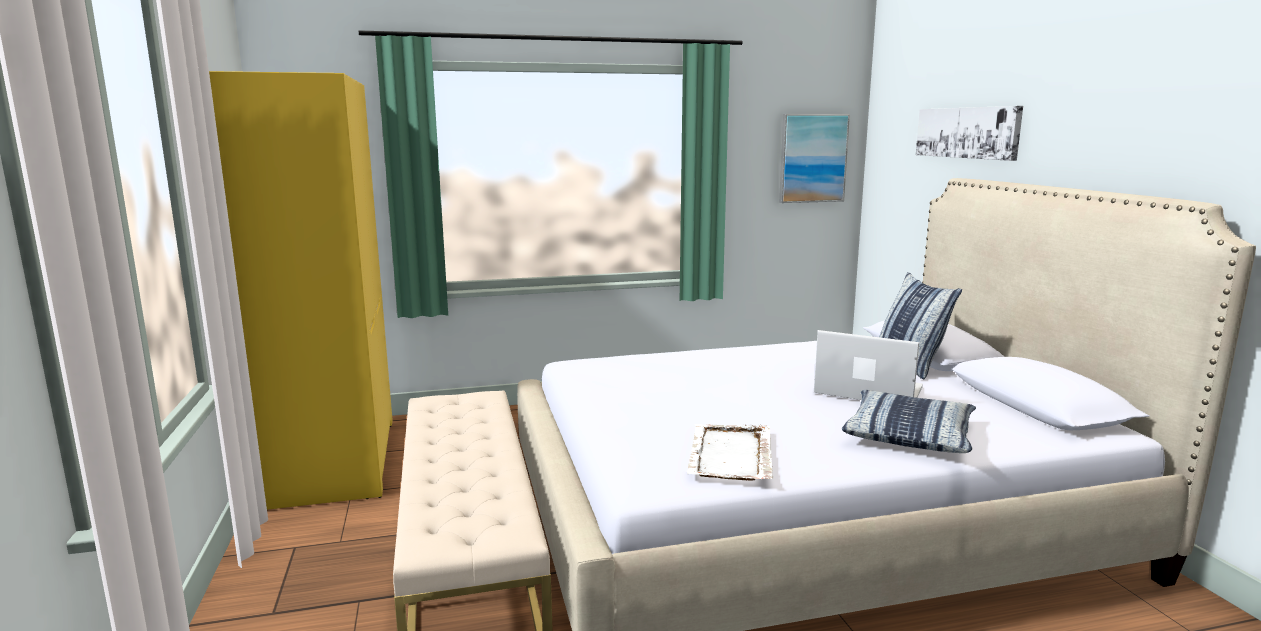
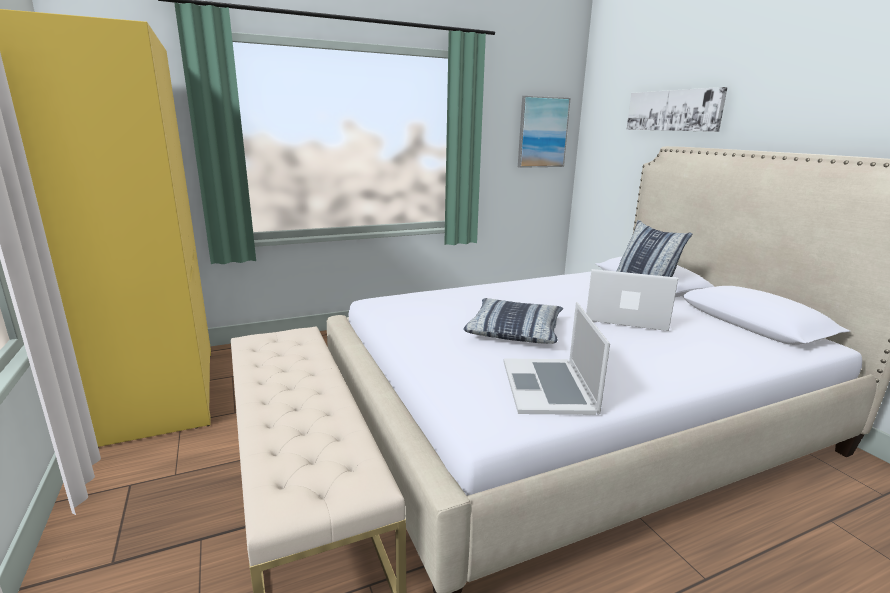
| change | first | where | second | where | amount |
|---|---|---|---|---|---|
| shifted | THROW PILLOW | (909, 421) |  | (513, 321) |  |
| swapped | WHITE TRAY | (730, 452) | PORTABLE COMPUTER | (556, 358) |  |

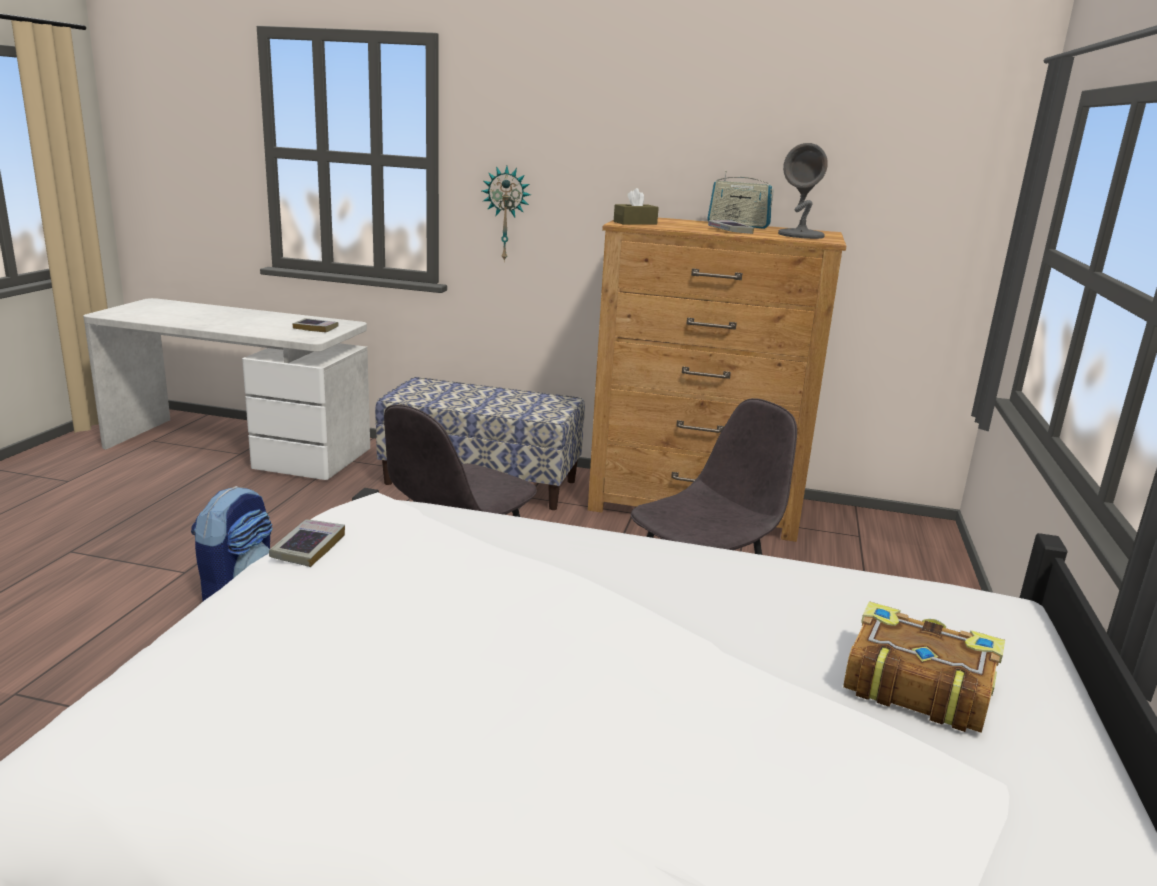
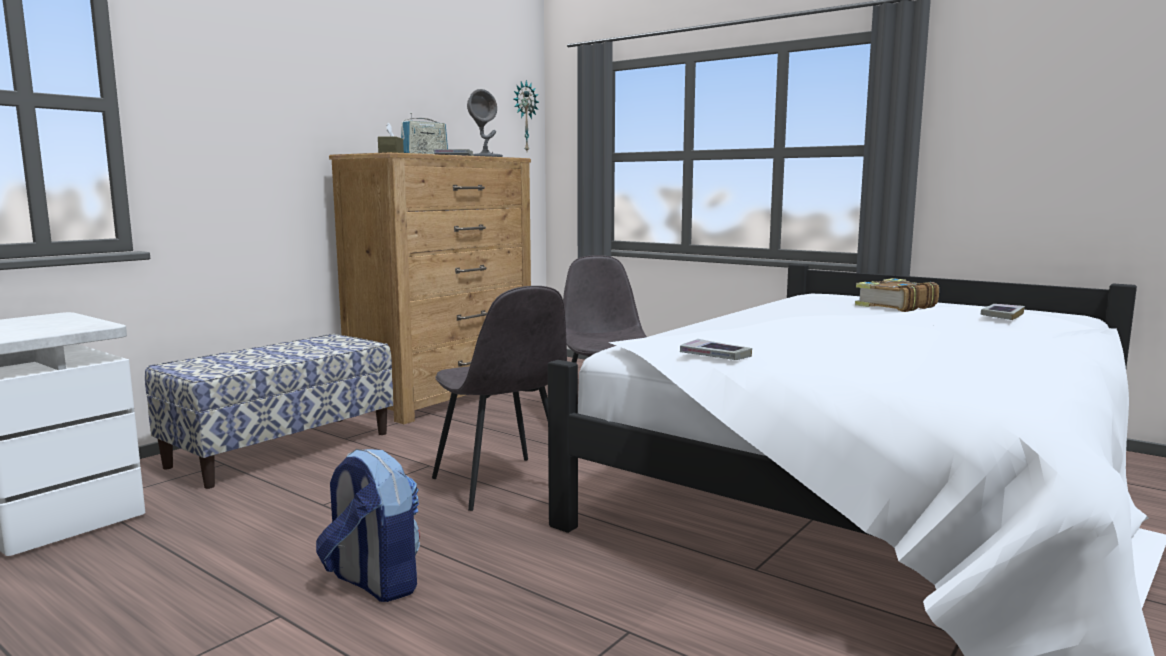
| change | first | where | second | where | amount |
|---|---|---|---|---|---|
| shifted | BOOK | (316, 325) |  | (1002, 312) |  |
| shifted | WALL CLOCK | (506, 214) |  | (526, 115) |  |

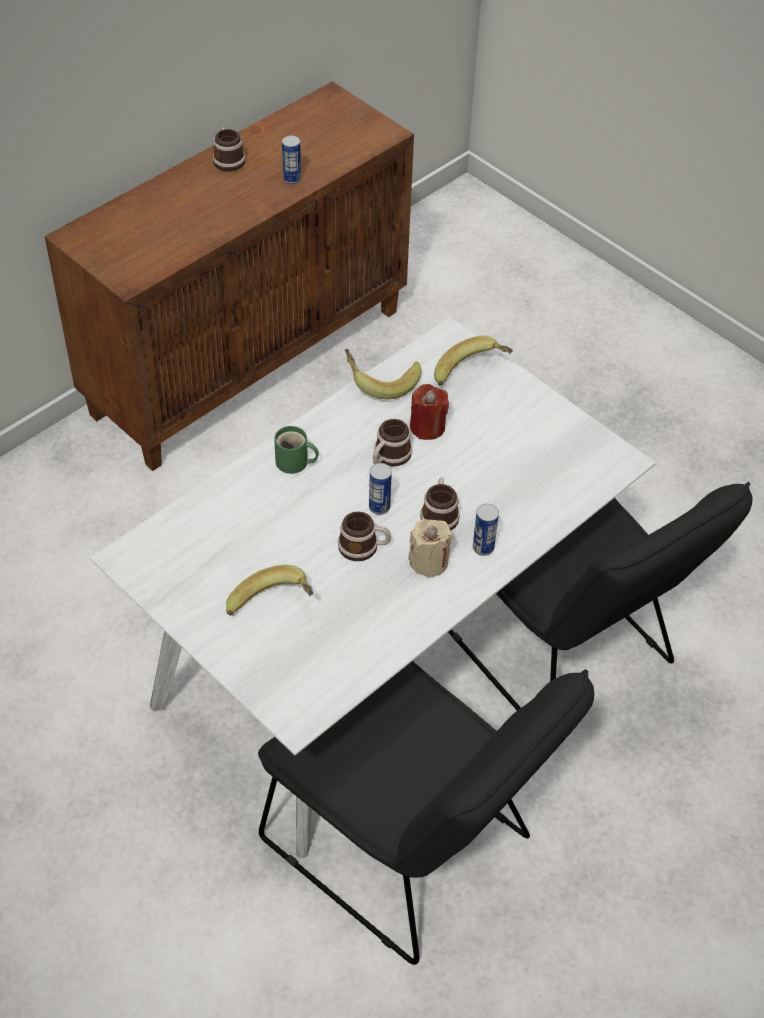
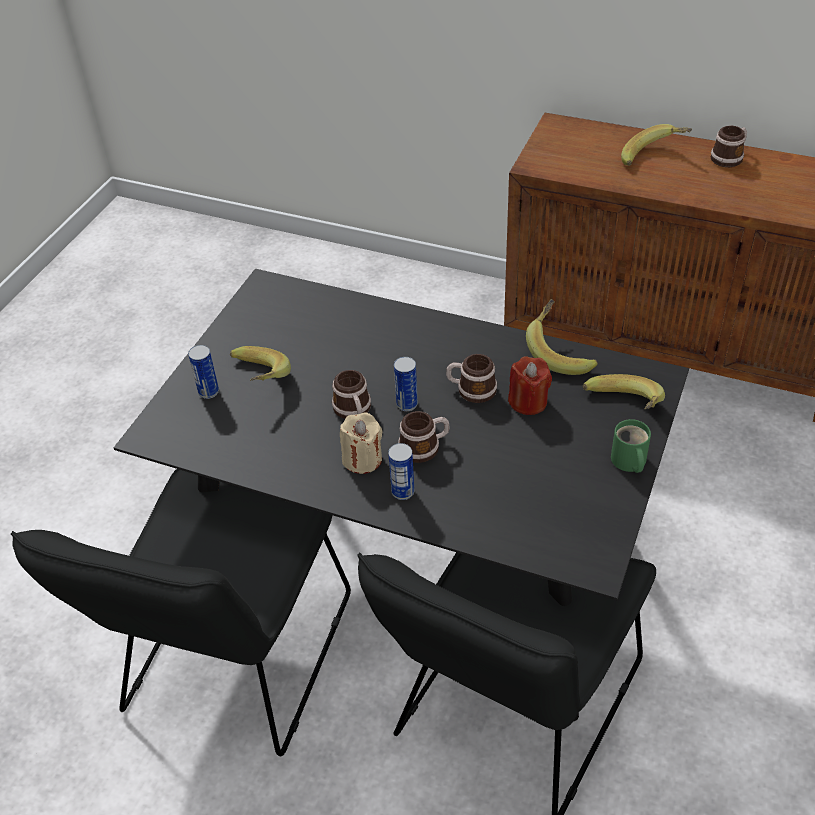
| change | first | where | second | where | amount |
|---|---|---|---|---|---|
| new |  |  | BANANA | (656, 145) |  |
| shifted | GREENISH COFFEE MUG | (296, 450) |  | (631, 446) |  |
| shifted | SEALED CAN | (291, 160) |  | (203, 372) |  |
| repainted | WHITE DINING TABLE | (373, 587) | BLACK DINING TABLE | (401, 495) |  |

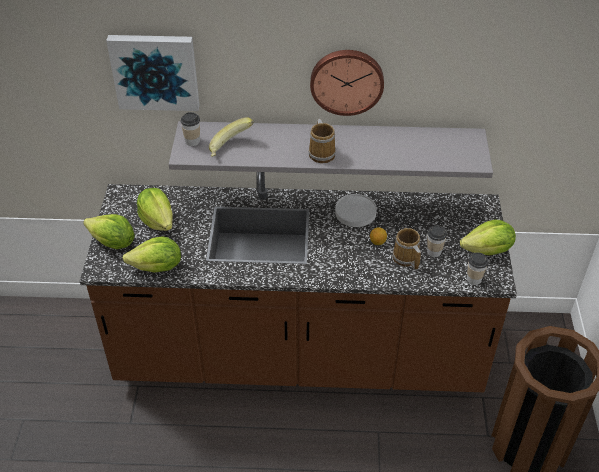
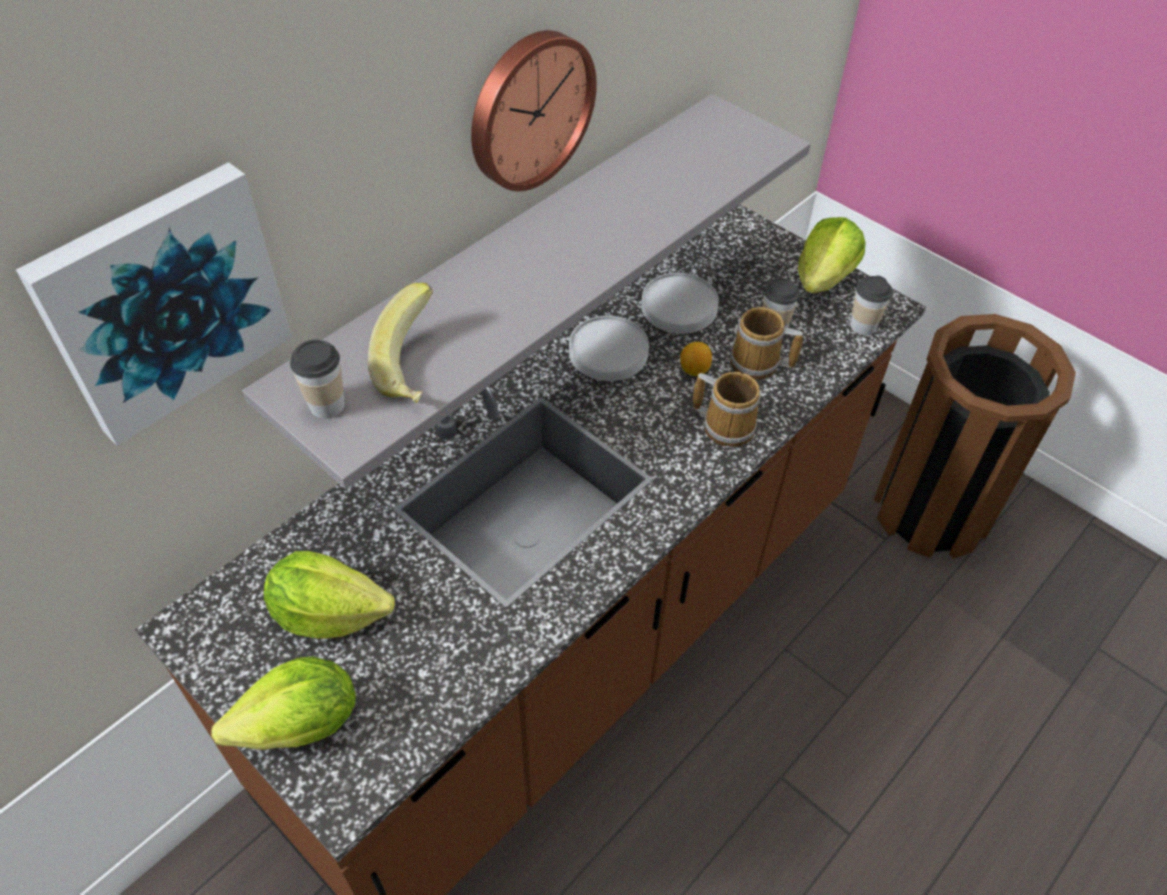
| change | first | where | second | where | amount |
|---|---|---|---|---|---|
| gone | HEAD OF LETTUCE | (152, 254) |  |  |  |
| new |  |  | WHITE DINNER PLATE | (680, 303) |  |
| shifted | COFFEE MUG | (322, 141) |  | (727, 409) |  |

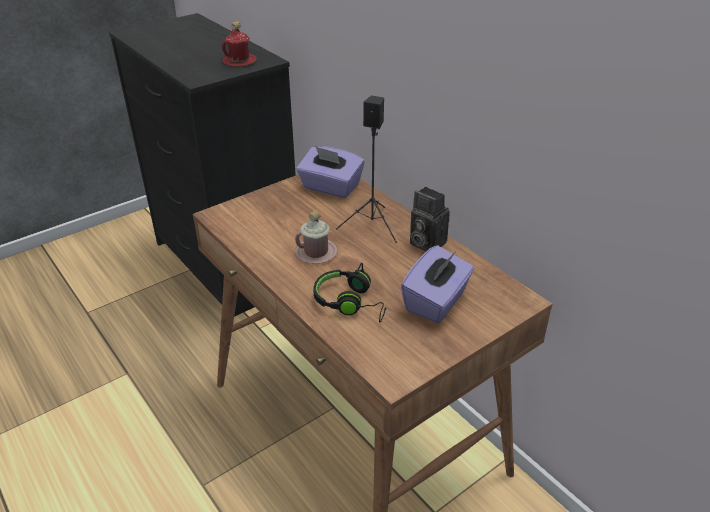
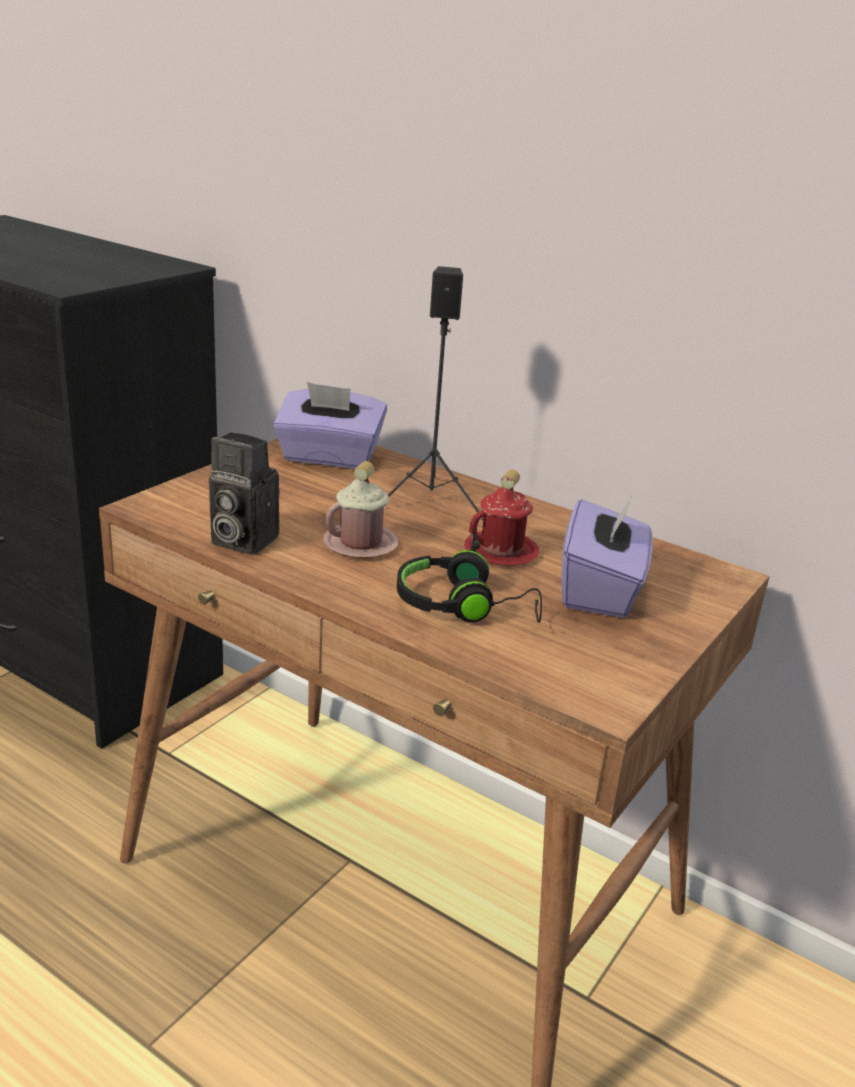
| change | first | where | second | where | amount |
|---|---|---|---|---|---|
| shifted | RED COFFEE MUG | (239, 43) |  | (502, 517) |  |
| shifted | STILL CAMERA | (430, 219) |  | (244, 493) |  |

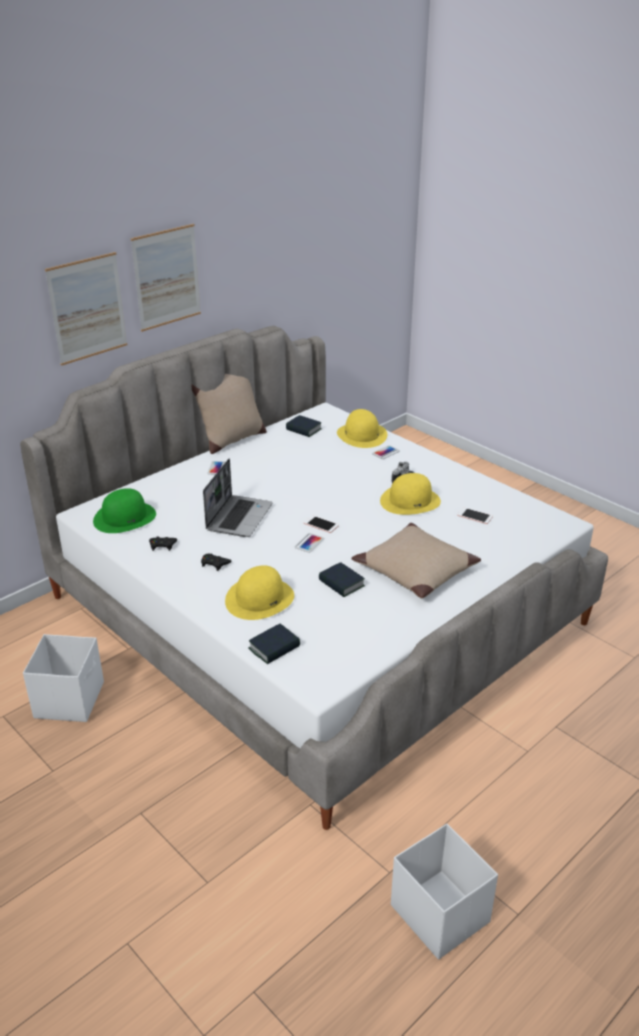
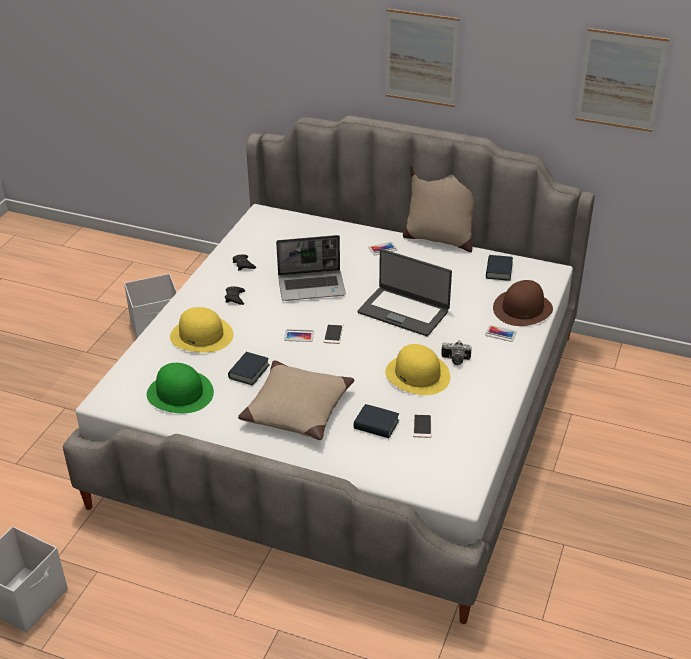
| change | first | where | second | where | amount |
|---|---|---|---|---|---|
| new |  |  | PORTABLE COMPUTER | (404, 293) |  |
| shifted | WALL PICTURE | (86, 309) |  | (622, 80) |  |
| shifted | GREENISH HAT | (124, 510) |  | (180, 388) |  |
| shifted | BOOK | (274, 644) |  | (376, 421) |  |
| repainted | YELLOW-COLOURED HAT | (362, 428) | BROWN HAT | (523, 303) |  |

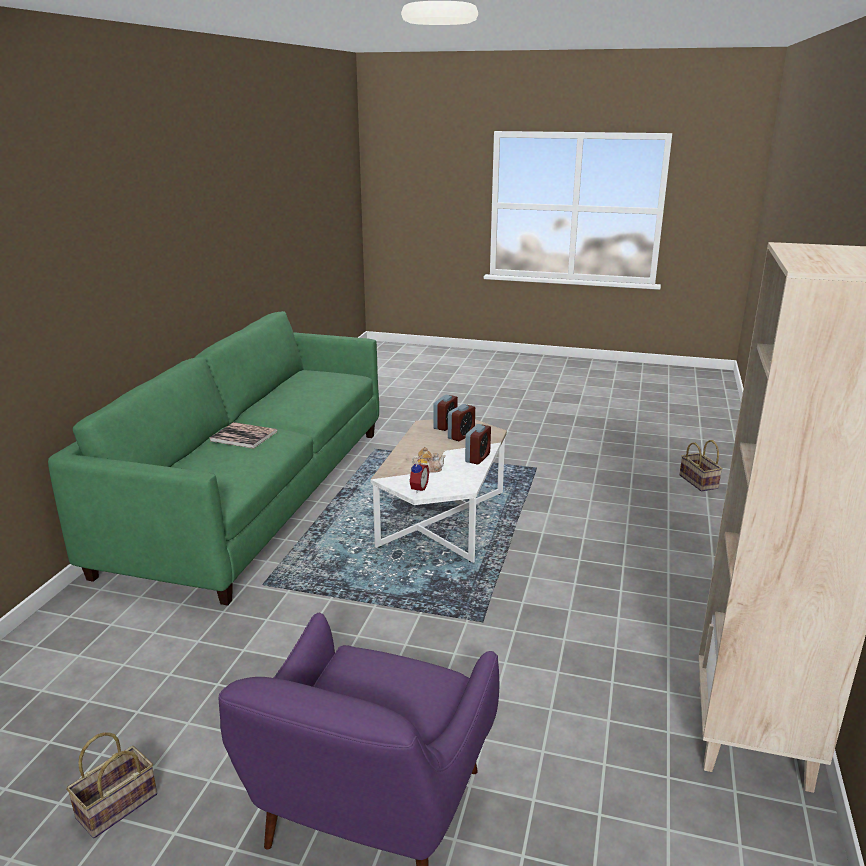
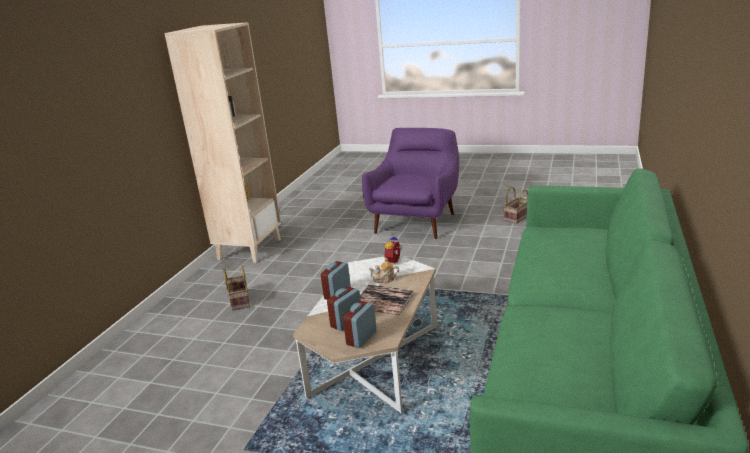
| change | first | where | second | where | amount |
|---|---|---|---|---|---|
| shifted | BOOK | (243, 435) |  | (387, 299) |  |
| shifted | HOUSEHOLD BASKET | (701, 465) |  | (236, 288) |  |

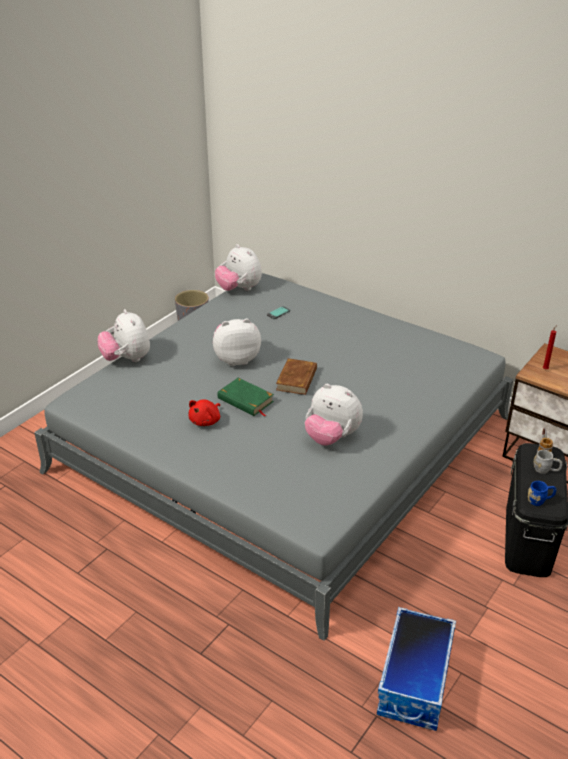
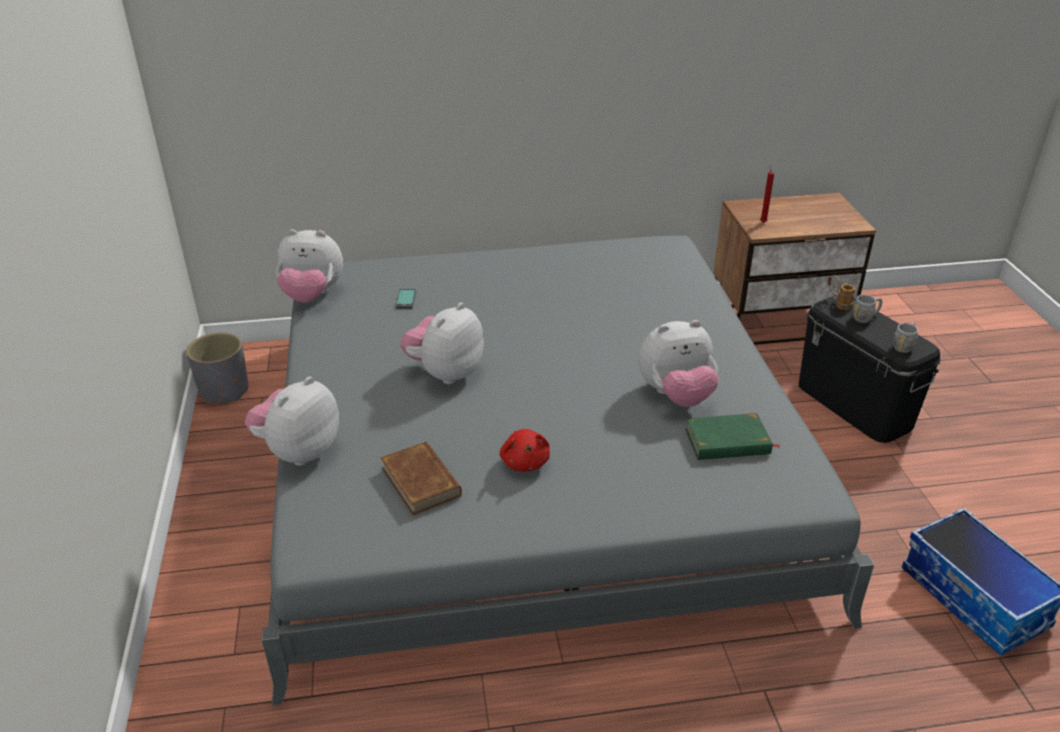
| change | first | where | second | where | amount |
|---|---|---|---|---|---|
| shifted | GREENISH BOOK | (245, 397) |  | (732, 436) |  |
| shifted | BROWN BOOK | (296, 376) |  | (421, 478) |  |
| repainted | BLUE-COLOURED COFFEE MUG | (542, 493) | GRAY COFFEE MUG | (905, 338) |  |
| rotated | PLUSH TOY | (124, 335) |  | (292, 421) | 105 degrees clockwise |

